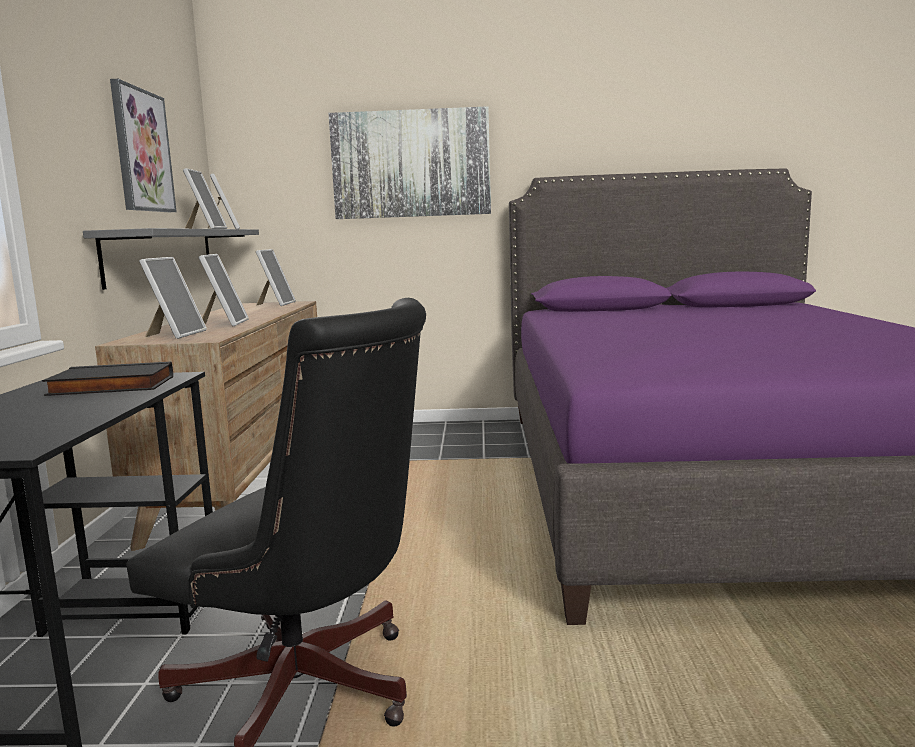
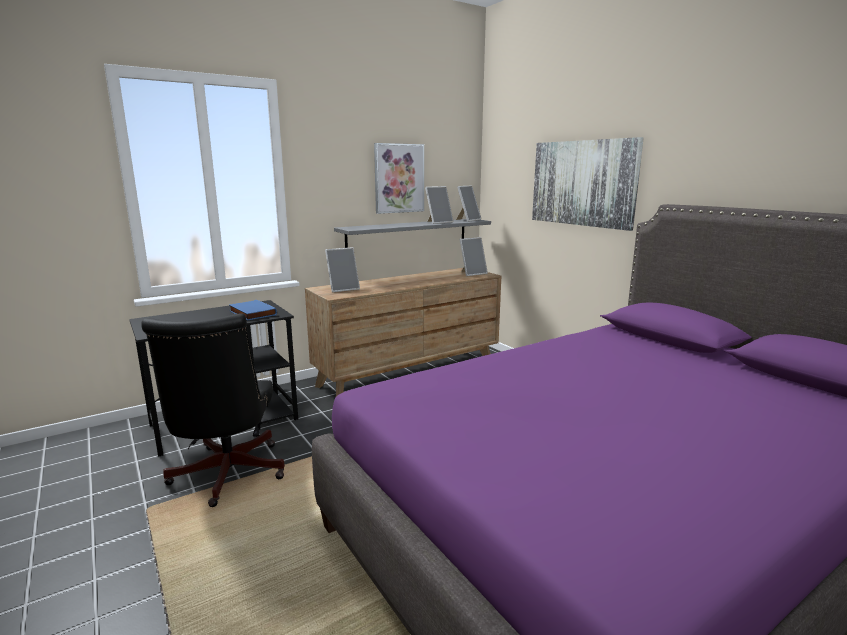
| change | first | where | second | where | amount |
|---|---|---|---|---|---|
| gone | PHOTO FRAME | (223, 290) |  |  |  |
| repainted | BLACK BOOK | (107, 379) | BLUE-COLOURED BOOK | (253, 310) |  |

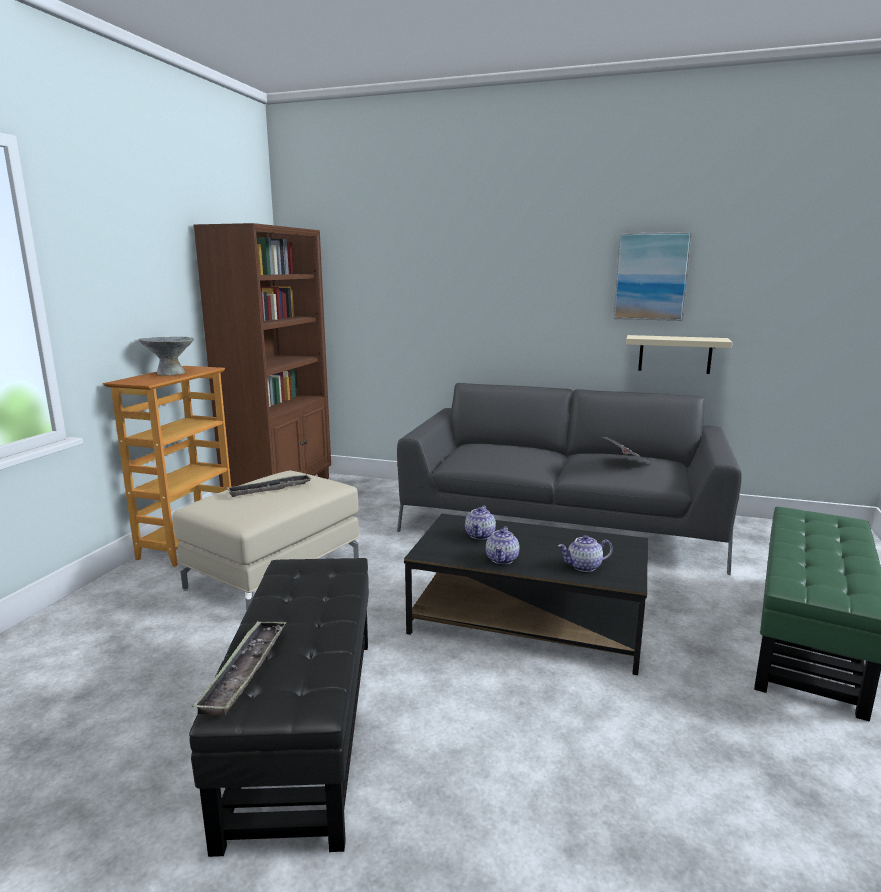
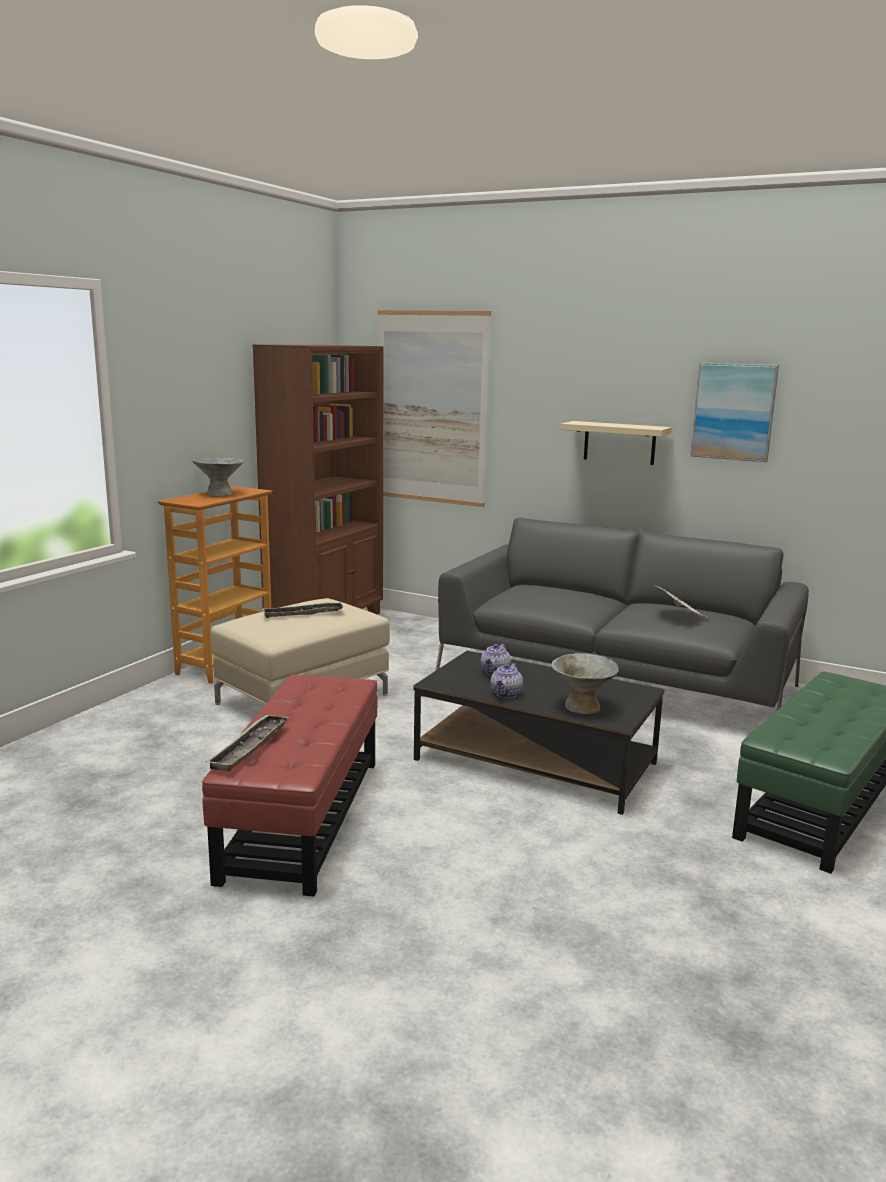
| change | first | where | second | where | amount |
|---|---|---|---|---|---|
| new |  |  | WALL PICTURE | (434, 408) |  |
| shifted | BEIGE-COLOURED SHELF | (679, 354) |  | (616, 443) |  |
| swapped | POT FOR TEA | (585, 553) | GRAY BOWL | (585, 683) |  |
| repainted | BLACK POUFFE | (279, 707) | RED POUFFE | (289, 786) |  |

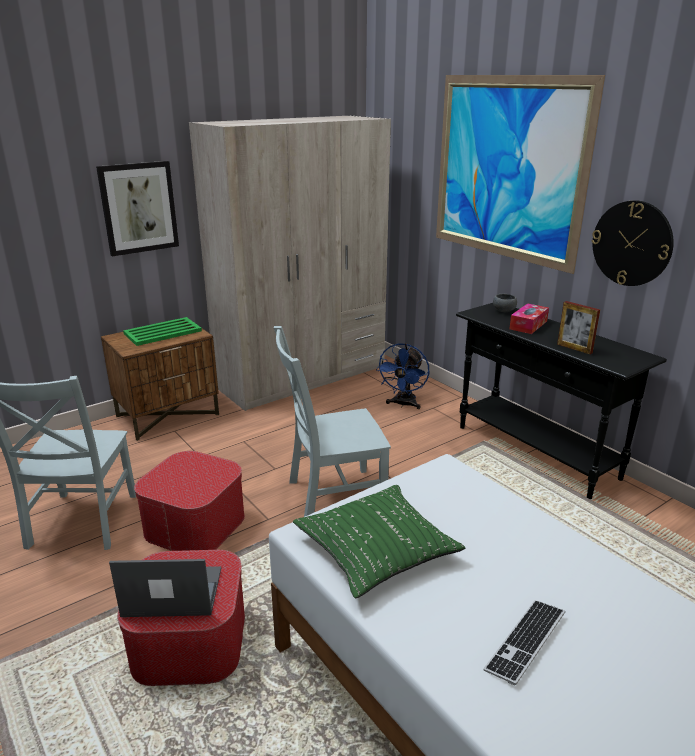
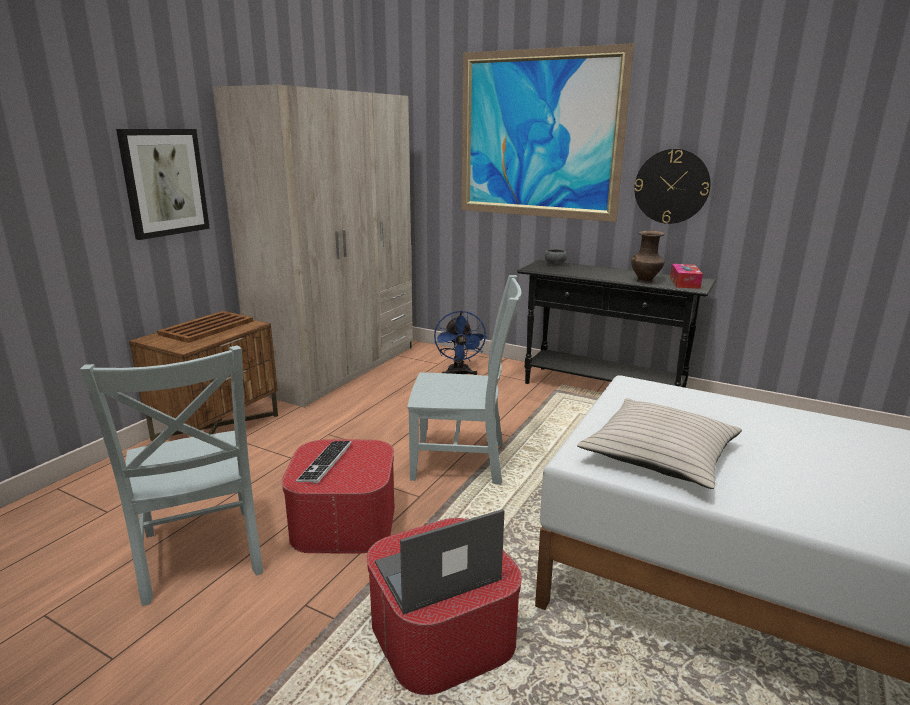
| change | first | where | second | where | amount |
|---|---|---|---|---|---|
| shifted | PC KEYBOARD | (524, 643) |  | (324, 462) |  |
| shifted | BOX OF TISSUES | (529, 318) |  | (686, 276) |  |
| swapped | PHOTO FRAME | (578, 327) | BROWN FLOWER VASE | (648, 257) |  |
| repainted | GREENISH TRAY | (162, 331) | BROWN TRAY | (205, 327) |  |
| repainted | GREENISH THROW PILLOW | (379, 541) | BEIGE-COLOURED THROW PILLOW | (659, 443) |  |
| rotated | GRAY CHAIR | (332, 421) |  | (464, 380) | 135 degrees counterclockwise |

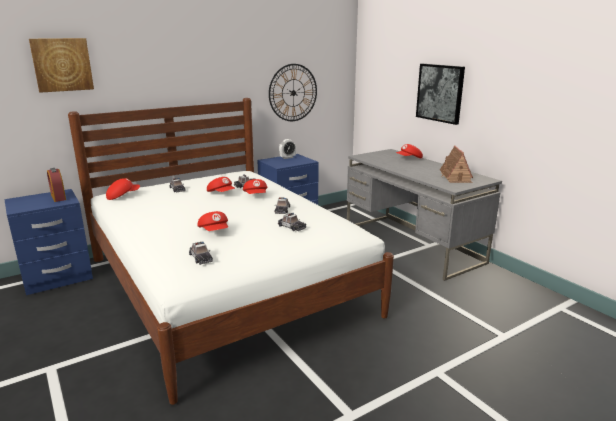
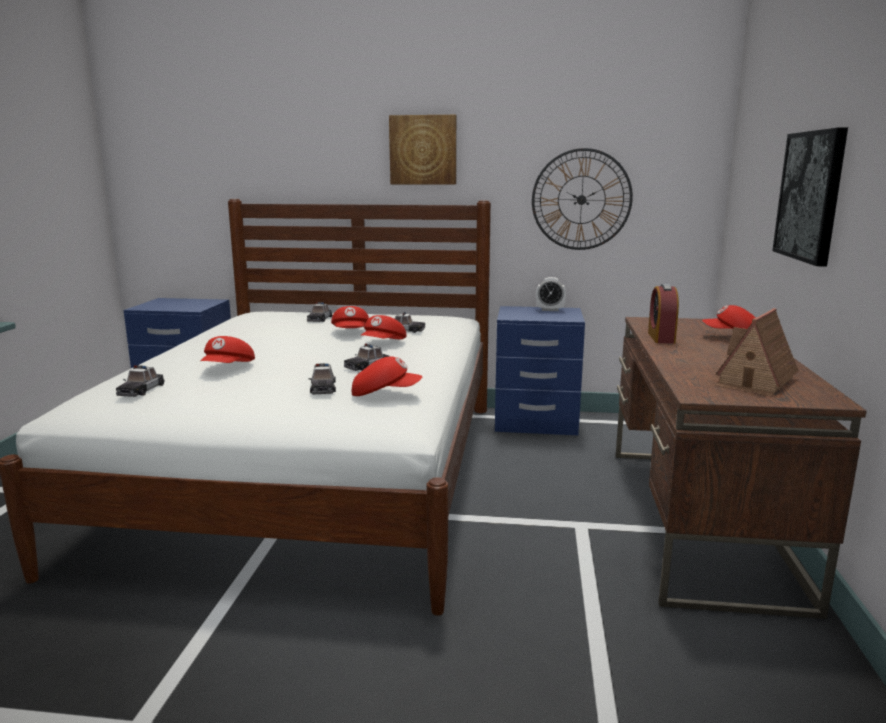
| change | first | where | second | where | amount |
|---|---|---|---|---|---|
| shifted | WALL PICTURE | (61, 65) |  | (422, 149) |  |
| shifted | BEDSIDE CLOCK | (56, 185) |  | (663, 314) |  |
| shifted | RED CAP | (123, 189) |  | (387, 376) |  |
| repainted | GRAY DESK TABLE | (424, 215) | BROWN DESK TABLE | (741, 468) |  |

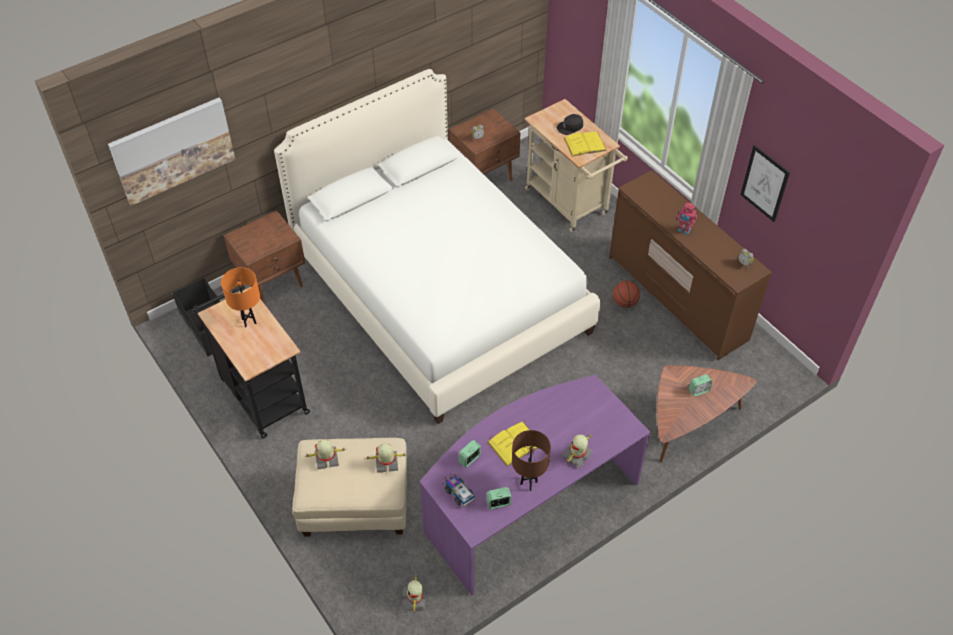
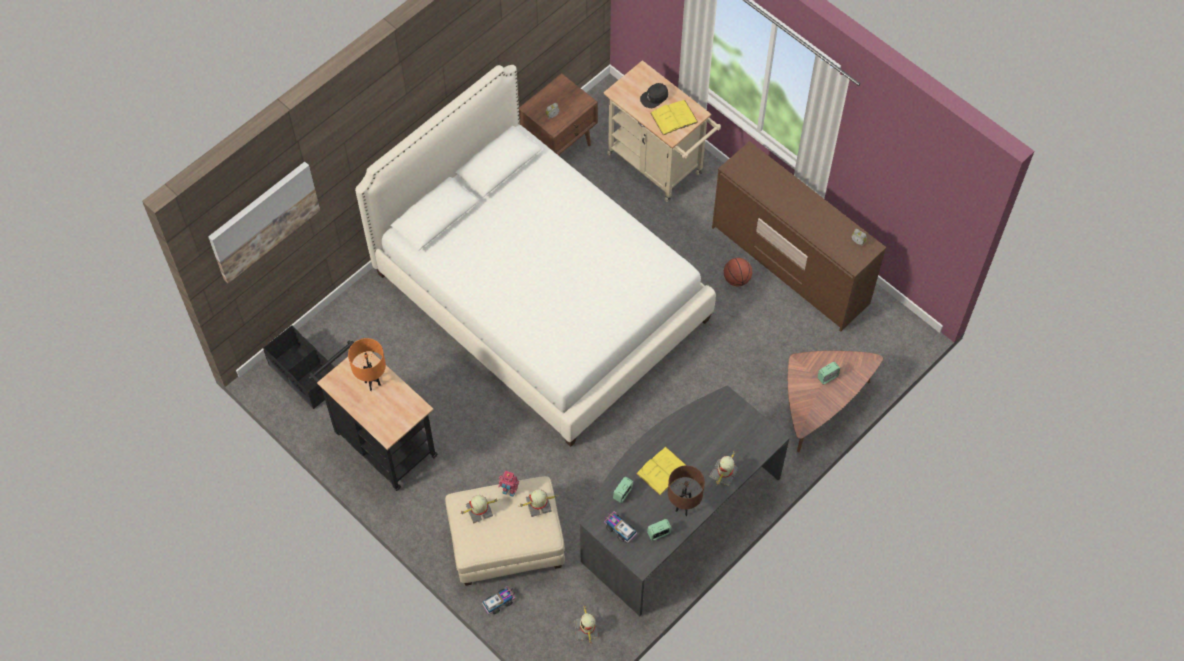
| change | first | where | second | where | amount |
|---|---|---|---|---|---|
| gone | BROWN NIGHT TABLE | (264, 256) |  |  |  |
| gone | WALL PICTURE | (765, 183) |  |  |  |
| new |  |  | MODEL TRUCK | (498, 600) |  |
| shifted | MODEL ROBOT | (687, 218) |  | (509, 484) |  |
| repainted | PURPLE DESK TABLE | (535, 485) | GRAY DESK TABLE | (685, 500) |  |

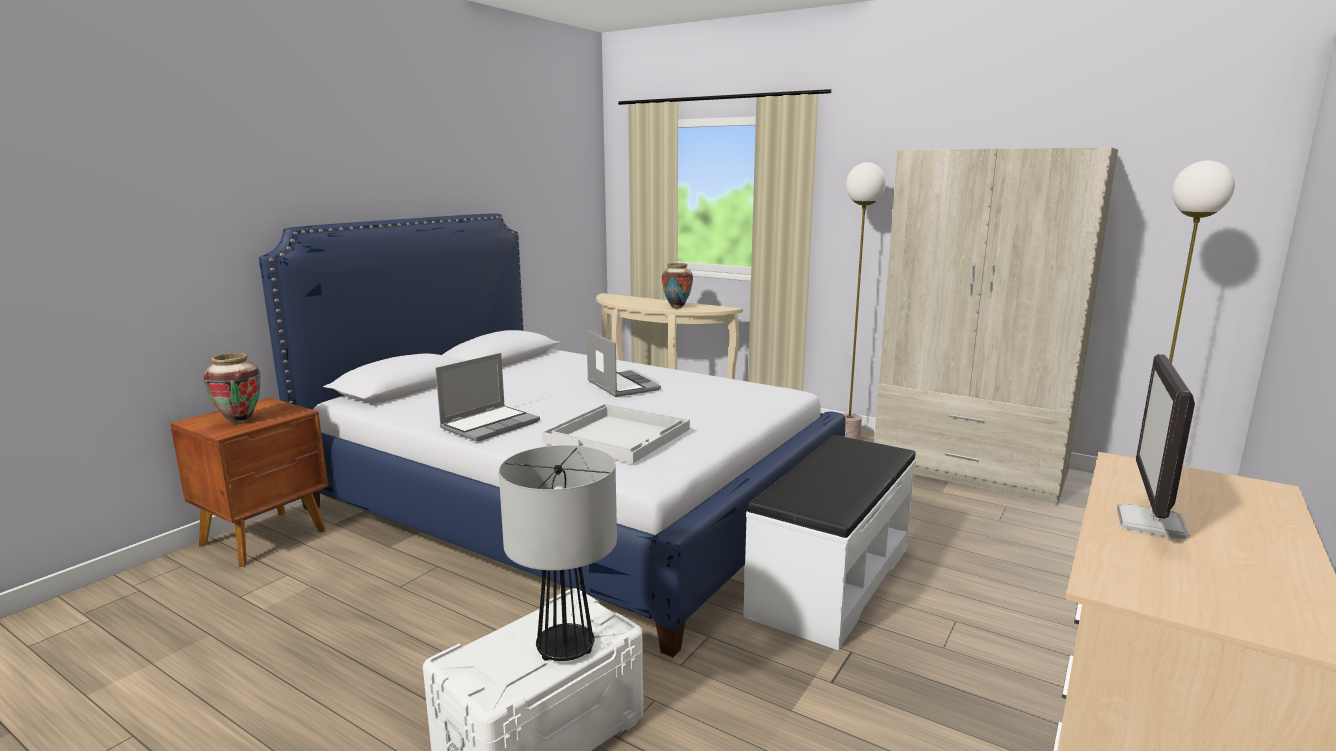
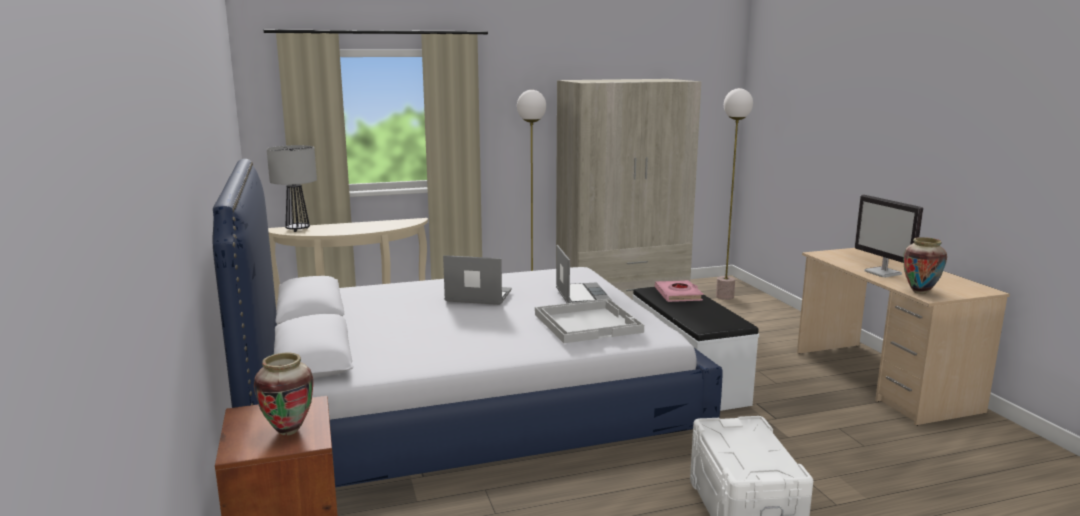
| change | first | where | second | where | amount |
|---|---|---|---|---|---|
| new |  |  | PINKISH BOOK | (679, 291) |  |
| shifted | PORTABLE COMPUTER | (487, 397) |  | (584, 274) |  |
| shifted | LAMP FOR A TABLE | (558, 553) |  | (292, 188) |  |
| shifted | FLOWER VASE | (677, 285) |  | (925, 265) |  |

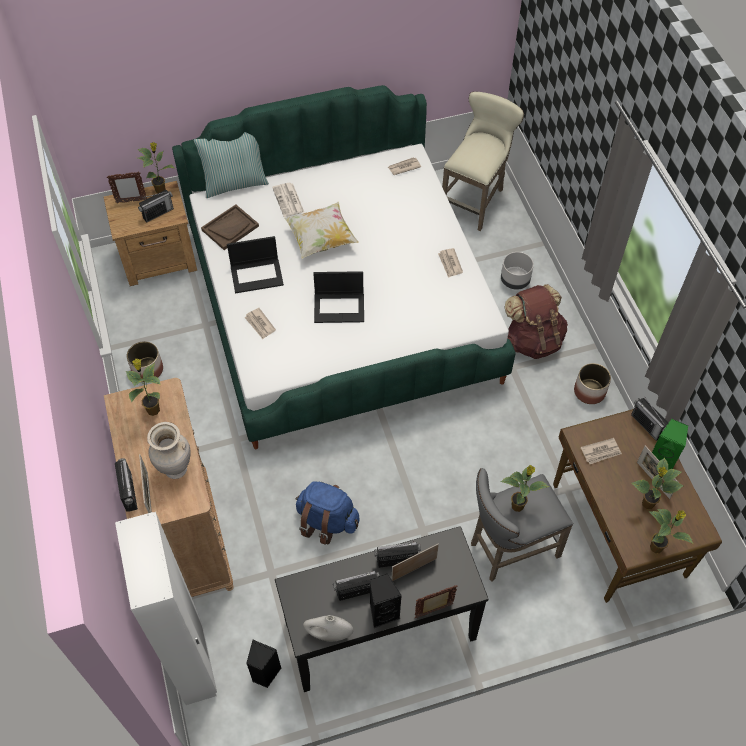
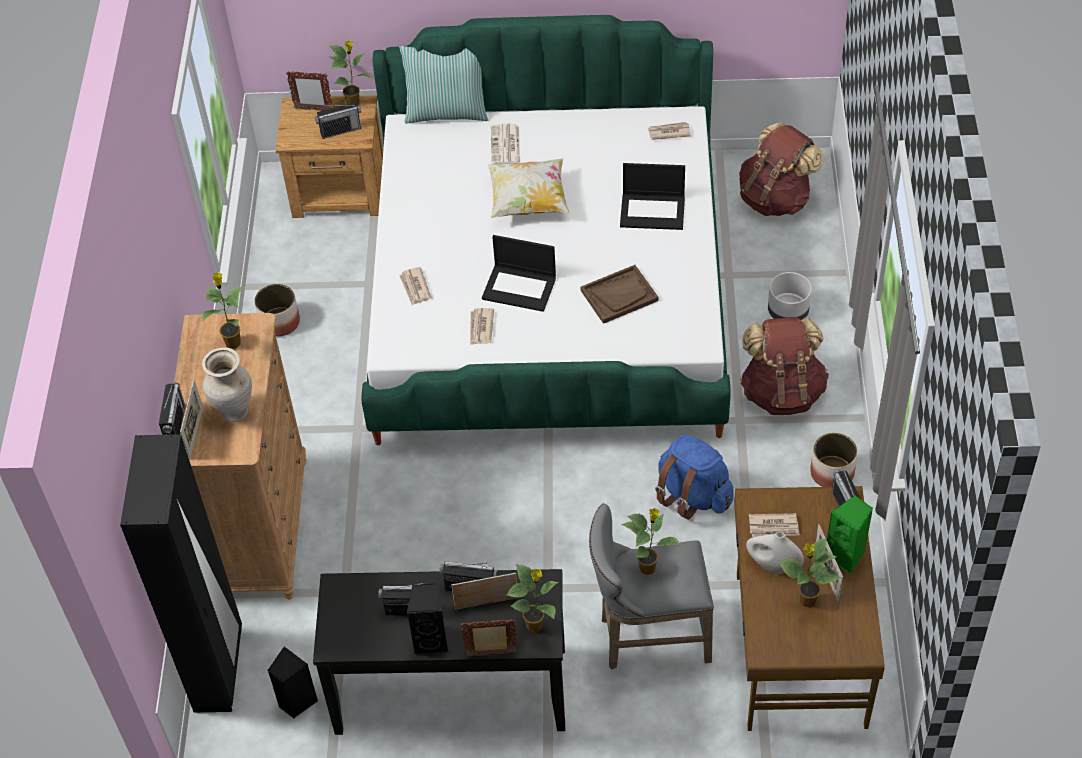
| change | first | where | second | where | amount |
|---|---|---|---|---|---|
| shifted | BROWN TRAY | (230, 227) |  | (619, 294) |  |
| shifted | PORTABLE COMPUTER | (255, 264) |  | (652, 196) |  |
| shifted | BLUE-COLOURED KNAPSACK | (328, 513) |  | (694, 477) |  |
| shifted | WHITE FLOWER VASE | (328, 628) |  | (775, 553) |  |
| shifted | NEWSPAPER | (450, 263) |  | (482, 326) |  |
| shifted | HOUSEPLANT | (670, 531) |  | (532, 598) |  |
| swapped | BEIGE-COLOURED STOOL SEAT | (483, 161) | BROWN KNAPSACK | (781, 169) |  |
| repainted | WHITE ARMOIRE | (166, 608) | BLACK ARMOIRE | (181, 573) |  |

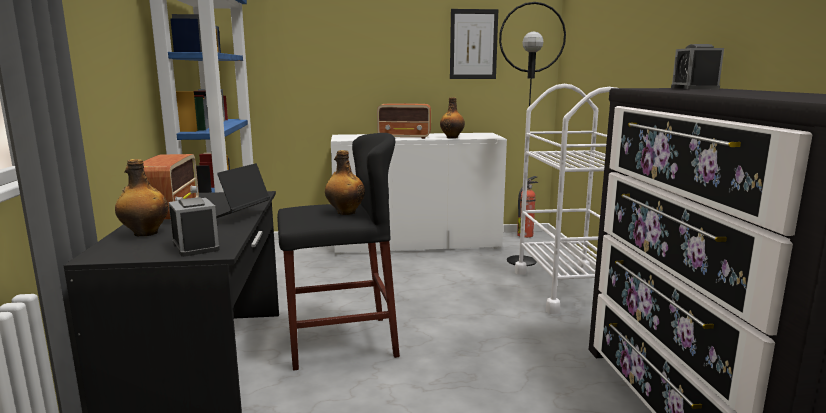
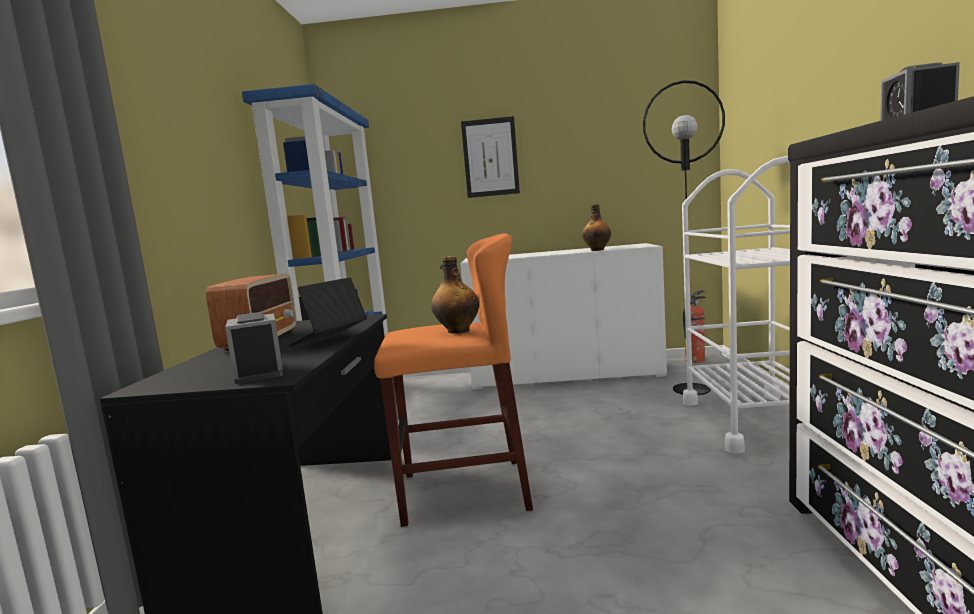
| change | first | where | second | where | amount |
|---|---|---|---|---|---|
| gone | BOTTLE | (141, 197) |  |  |  |
| gone | RADIO RECEIVER | (404, 121) |  |  |  |
| shifted | WALL PICTURE | (474, 44) |  | (490, 157) |  |
| repainted | BLACK STOOL SEAT | (338, 252) | ORANGE-COLOURED STOOL SEAT | (453, 380) |  |

